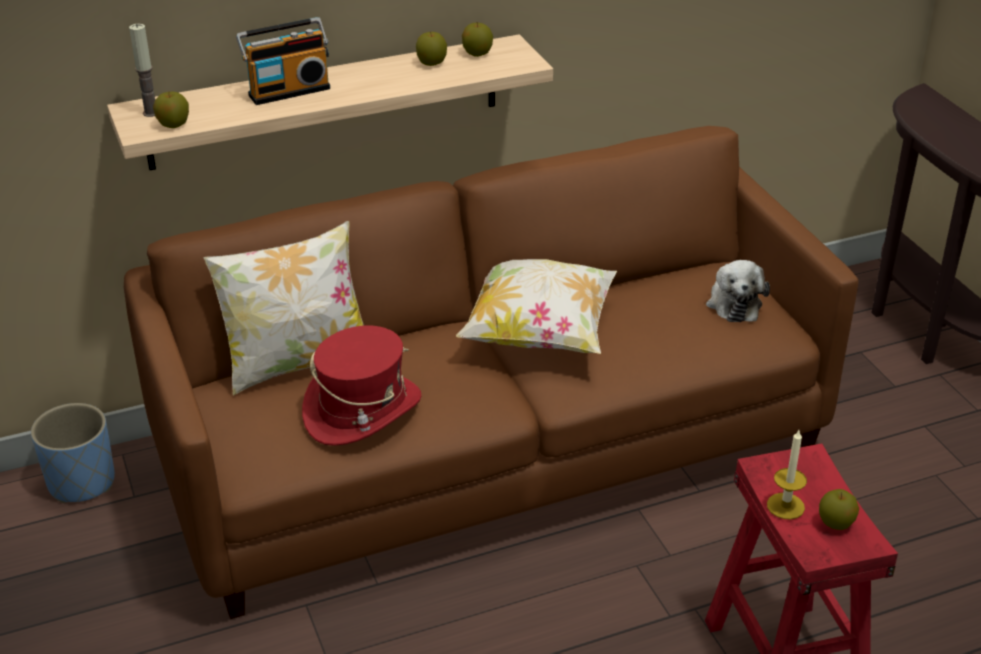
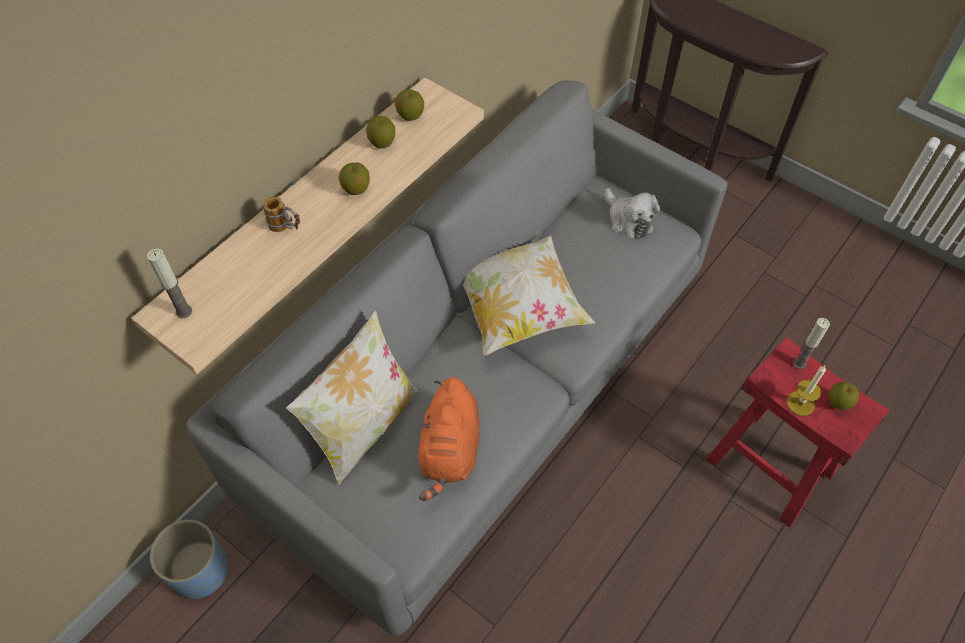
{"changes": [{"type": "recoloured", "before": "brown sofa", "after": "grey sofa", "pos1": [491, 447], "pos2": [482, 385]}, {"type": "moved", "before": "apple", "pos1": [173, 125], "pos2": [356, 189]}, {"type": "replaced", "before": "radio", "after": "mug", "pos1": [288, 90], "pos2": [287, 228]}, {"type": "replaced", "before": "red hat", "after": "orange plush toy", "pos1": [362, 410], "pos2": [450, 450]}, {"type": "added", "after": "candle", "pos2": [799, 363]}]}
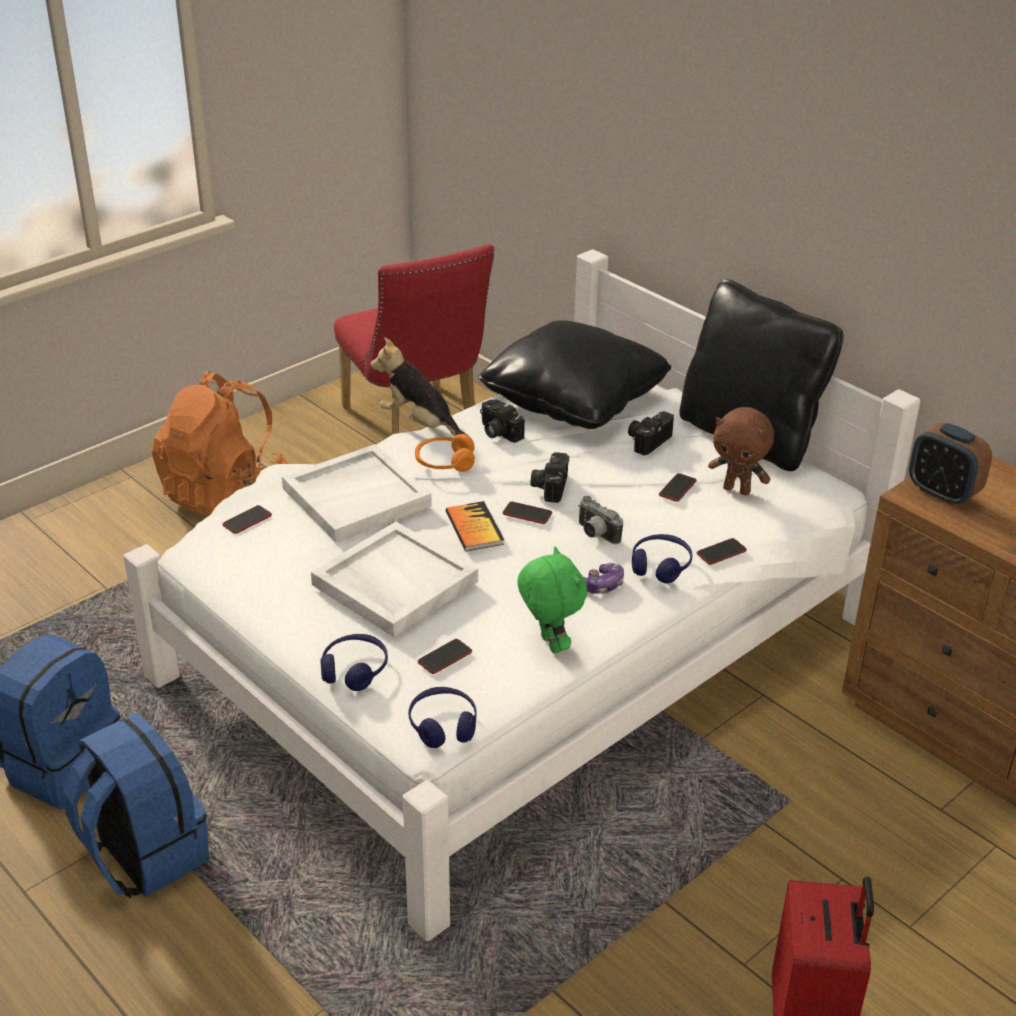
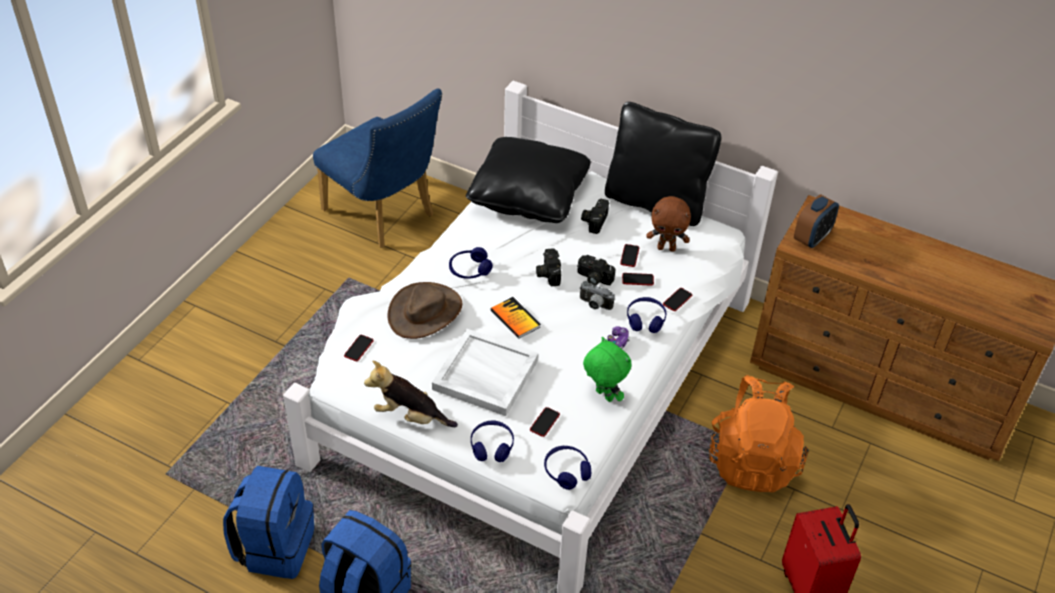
{"changes": [{"type": "moved", "before": "orange backpack", "pos1": [223, 491], "pos2": [752, 461]}, {"type": "replaced", "before": "white tray", "after": "brown hat", "pos1": [357, 496], "pos2": [425, 312]}, {"type": "recoloured", "before": "red chair", "after": "blue chair", "pos1": [416, 427], "pos2": [384, 216]}, {"type": "moved", "before": "plush toy", "pos1": [420, 424], "pos2": [410, 416]}, {"type": "recoloured", "before": "orange headphones", "after": "blue headphones", "pos1": [444, 462], "pos2": [469, 270]}, {"type": "moved", "before": "photo camera", "pos1": [497, 432], "pos2": [593, 278]}, {"type": "moved", "before": "phone", "pos1": [527, 514], "pos2": [637, 279]}, {"type": "turned", "before": "alarm clock", "pos1": [942, 493], "pos2": [812, 238], "turn": -75}]}
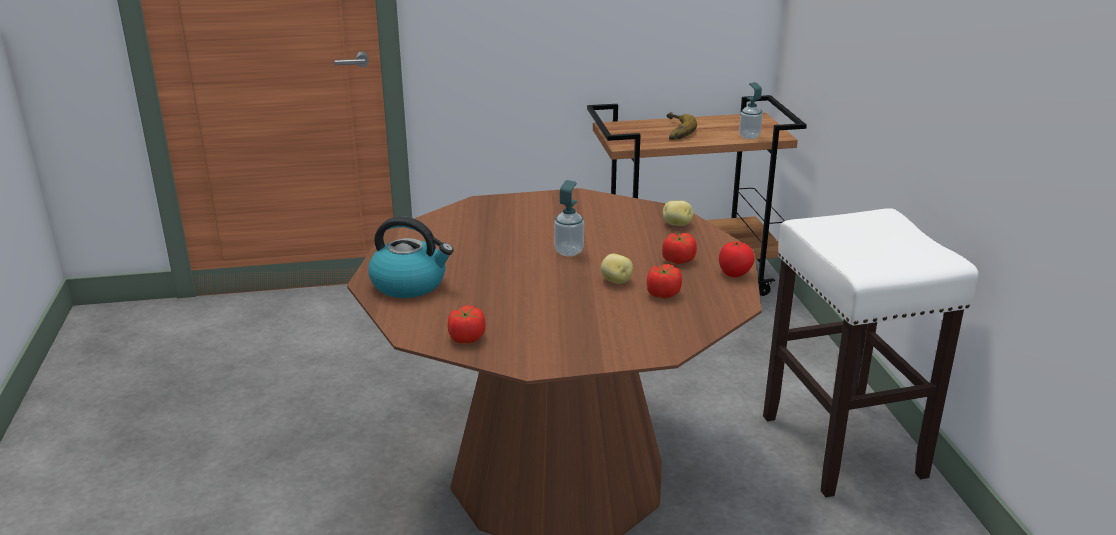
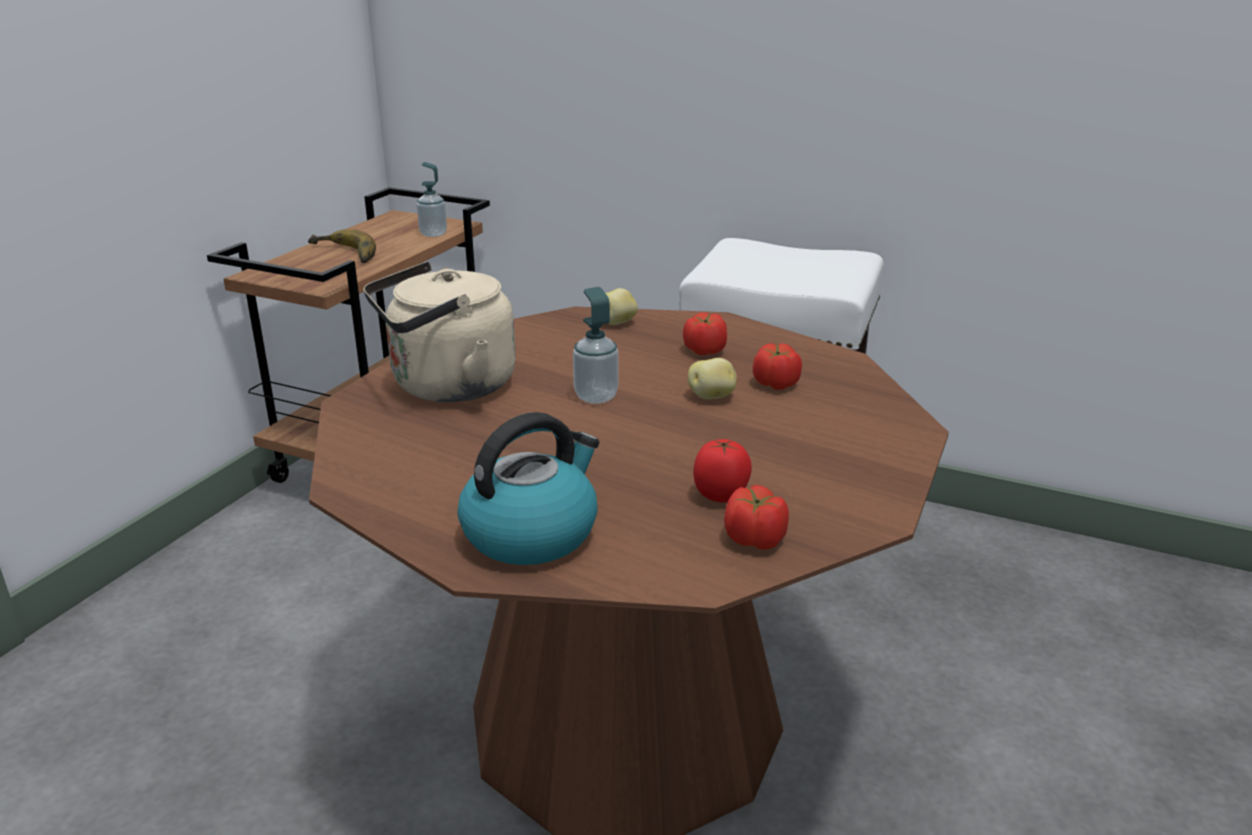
{"changes": [{"type": "moved", "before": "tomato", "pos1": [735, 274], "pos2": [721, 495]}, {"type": "added", "after": "beige kettle", "pos2": [447, 387]}]}
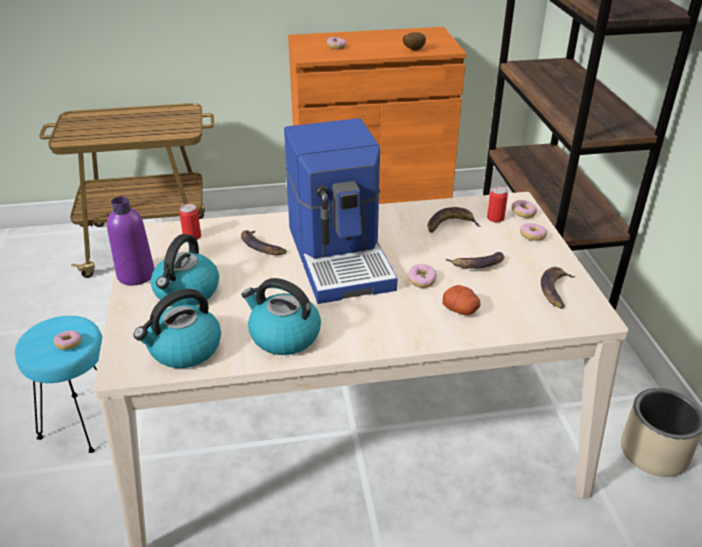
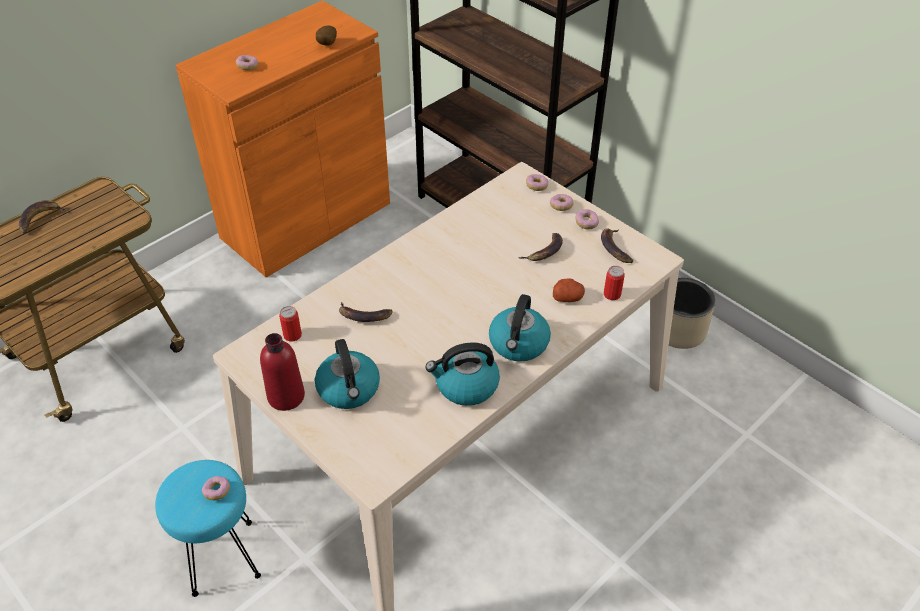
{"changes": [{"type": "recoloured", "before": "purple bottle", "after": "red bottle", "pos1": [136, 275], "pos2": [286, 396]}, {"type": "moved", "before": "kettle", "pos1": [184, 349], "pos2": [519, 344]}, {"type": "removed", "before": "coffee machine", "pos1": [341, 256]}, {"type": "moved", "before": "donut", "pos1": [421, 281], "pos2": [586, 223]}, {"type": "moved", "before": "banana", "pos1": [450, 224], "pos2": [40, 218]}, {"type": "moved", "before": "can", "pos1": [495, 218], "pos2": [612, 294]}]}
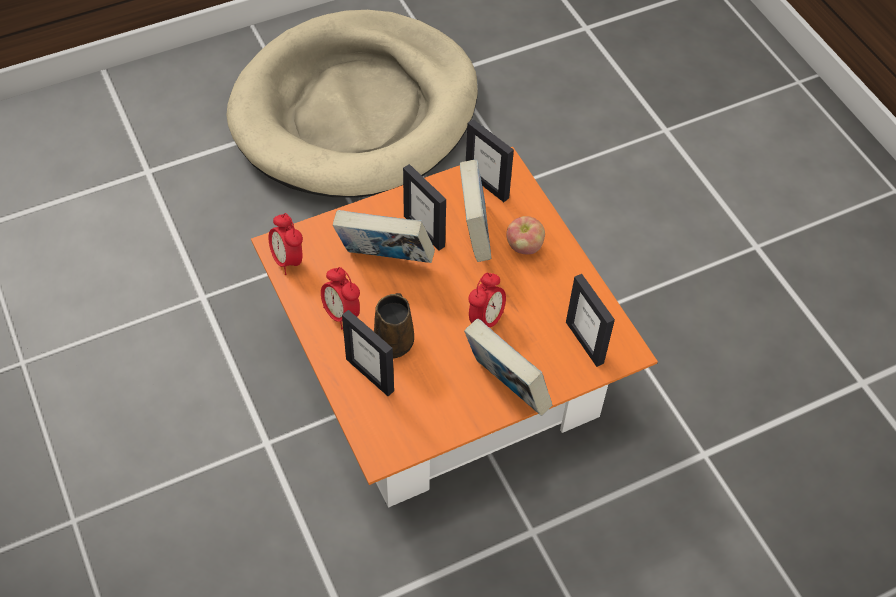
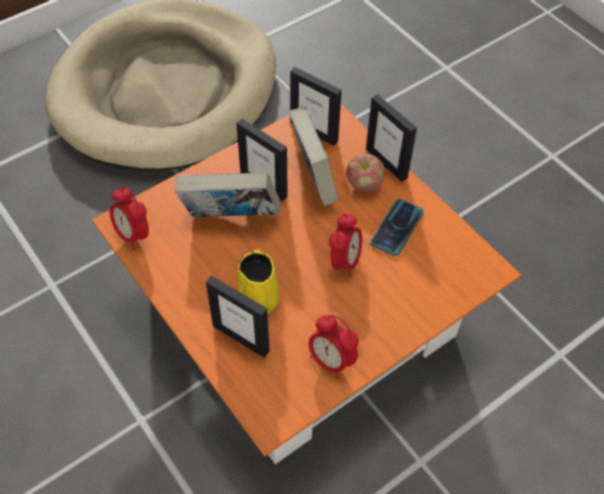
{"changes": [{"type": "moved", "before": "alarm clock", "pos1": [341, 314], "pos2": [331, 360]}, {"type": "recoloured", "before": "brown mug", "after": "yellow mug", "pos1": [394, 341], "pos2": [258, 299]}, {"type": "removed", "before": "book", "pos1": [505, 387]}, {"type": "moved", "before": "picture frame", "pos1": [585, 342], "pos2": [386, 163]}, {"type": "added", "after": "phone", "pos2": [397, 228]}]}
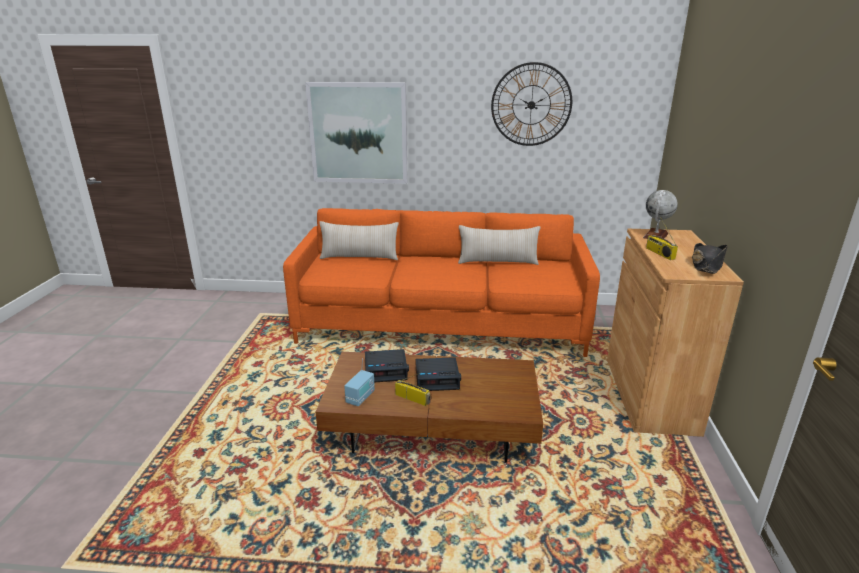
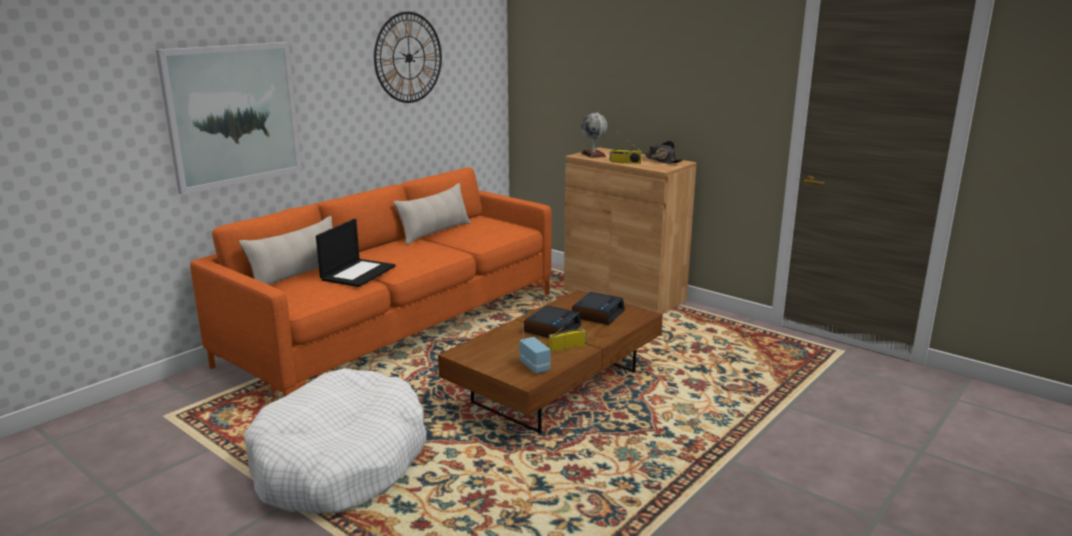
{"changes": [{"type": "moved", "before": "alarm clock", "pos1": [386, 370], "pos2": [598, 314]}, {"type": "added", "after": "white dog bed", "pos2": [340, 462]}, {"type": "added", "after": "laptop", "pos2": [358, 273]}]}
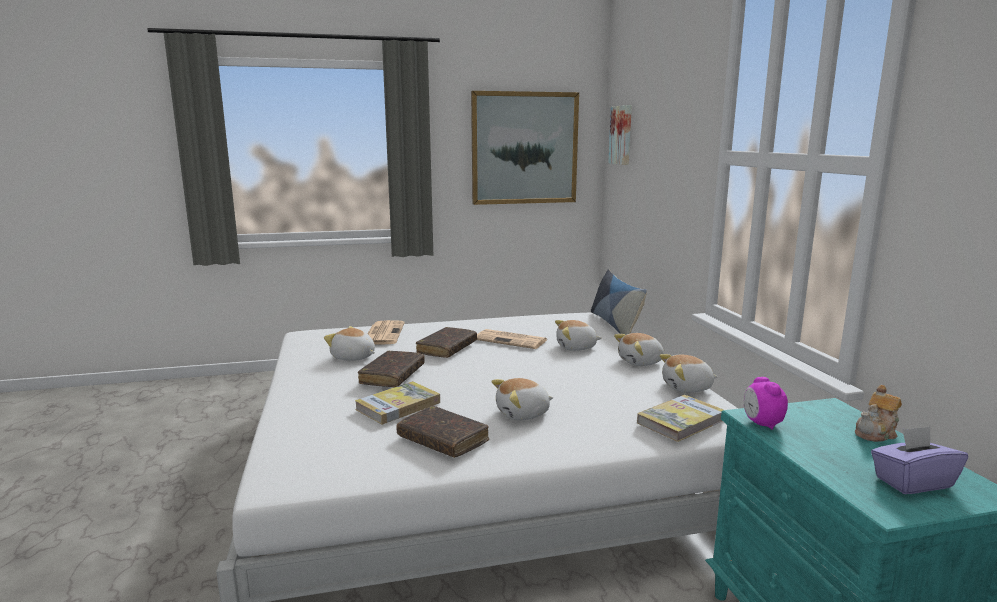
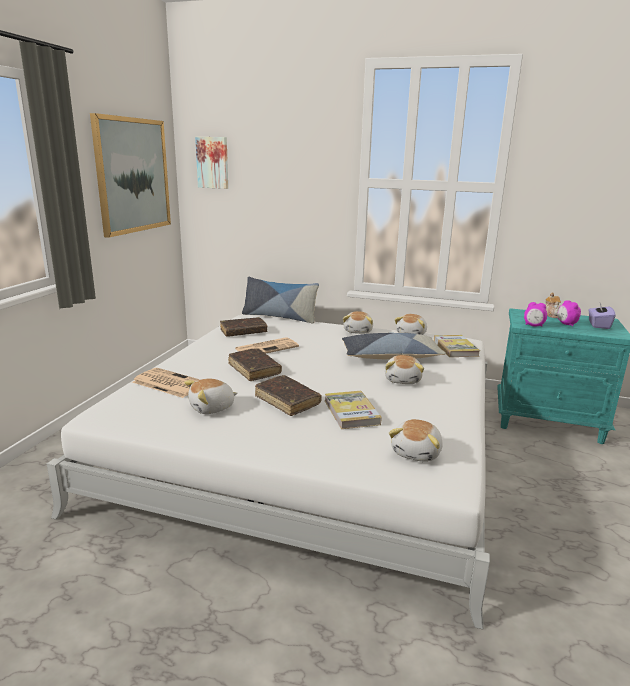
{"changes": [{"type": "moved", "before": "brown book", "pos1": [443, 440], "pos2": [243, 332]}, {"type": "moved", "before": "plush toy", "pos1": [576, 347], "pos2": [417, 452]}, {"type": "added", "after": "pillow", "pos2": [390, 356]}, {"type": "added", "after": "alarm clock", "pos2": [566, 324]}]}
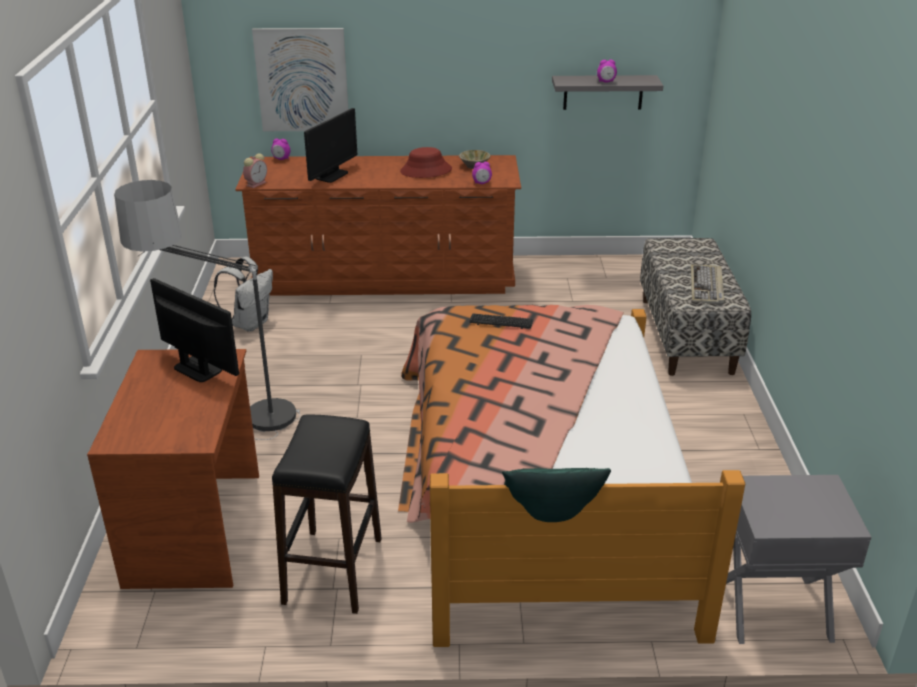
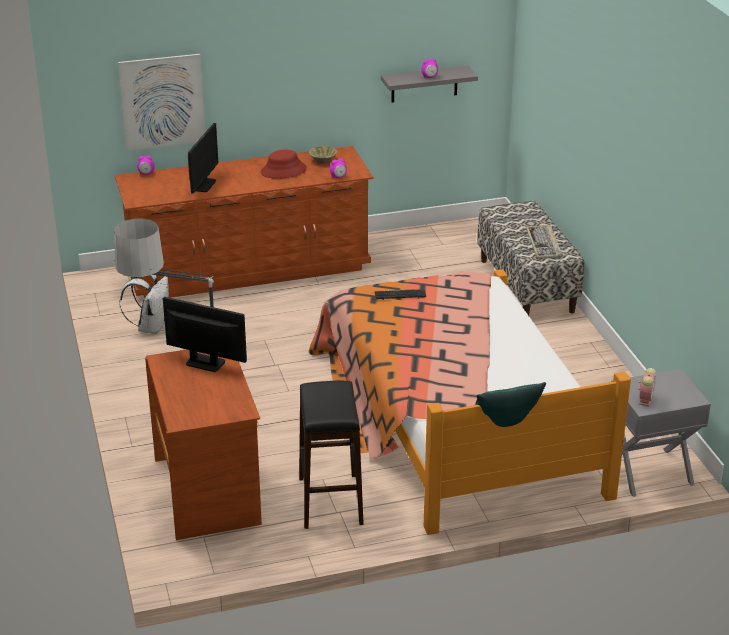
{"changes": [{"type": "moved", "before": "alarm clock", "pos1": [256, 183], "pos2": [645, 399]}]}
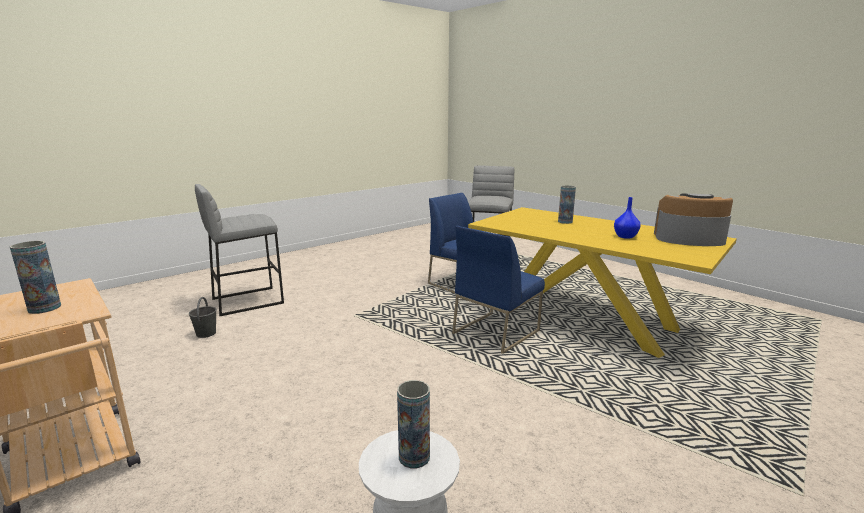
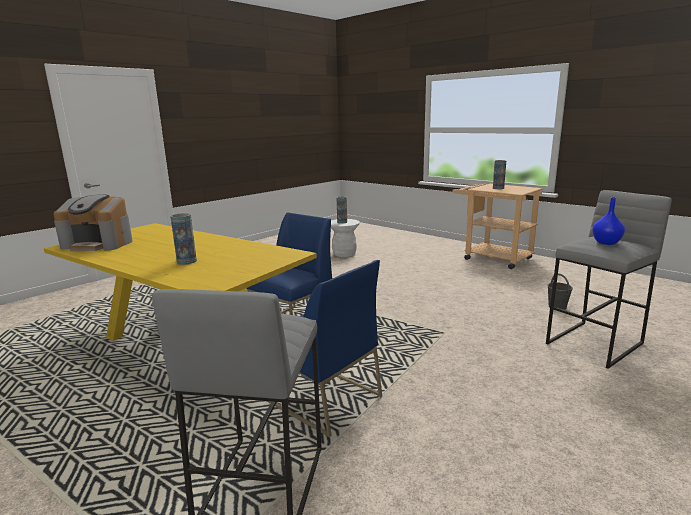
{"changes": [{"type": "moved", "before": "blue vase", "pos1": [625, 237], "pos2": [606, 242]}]}
